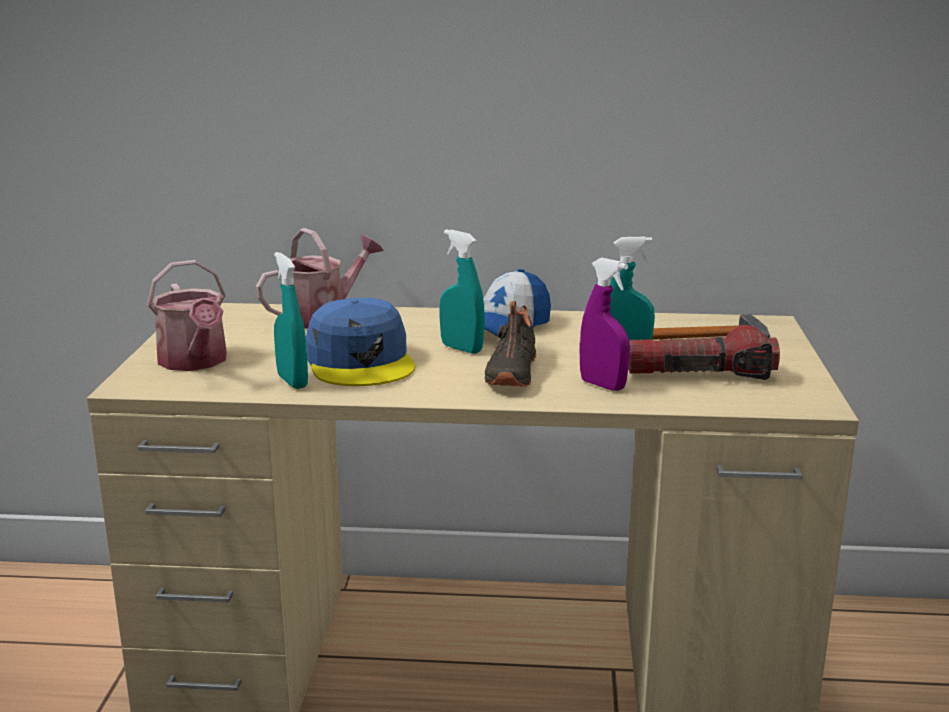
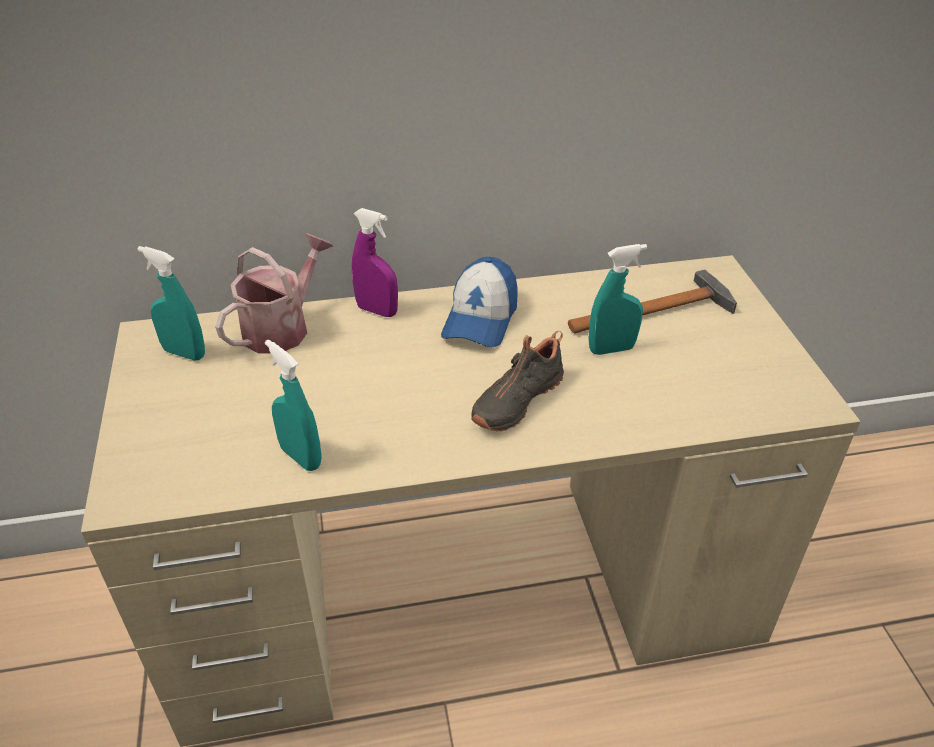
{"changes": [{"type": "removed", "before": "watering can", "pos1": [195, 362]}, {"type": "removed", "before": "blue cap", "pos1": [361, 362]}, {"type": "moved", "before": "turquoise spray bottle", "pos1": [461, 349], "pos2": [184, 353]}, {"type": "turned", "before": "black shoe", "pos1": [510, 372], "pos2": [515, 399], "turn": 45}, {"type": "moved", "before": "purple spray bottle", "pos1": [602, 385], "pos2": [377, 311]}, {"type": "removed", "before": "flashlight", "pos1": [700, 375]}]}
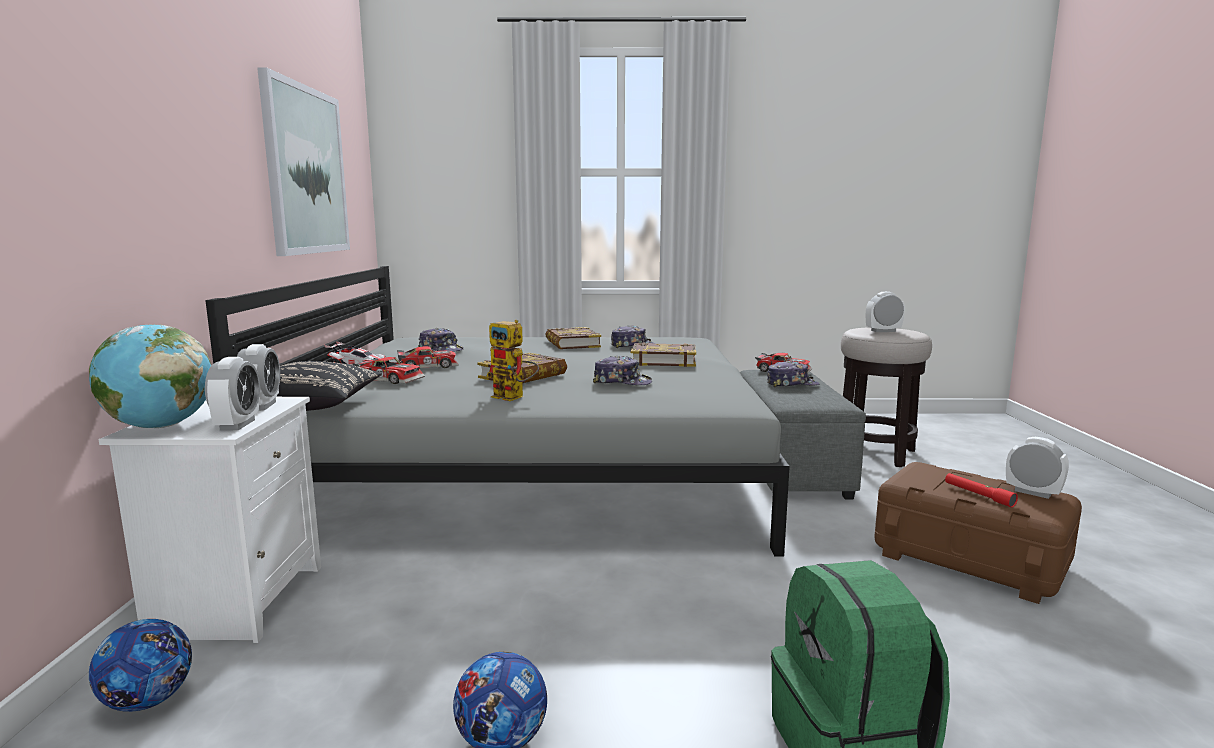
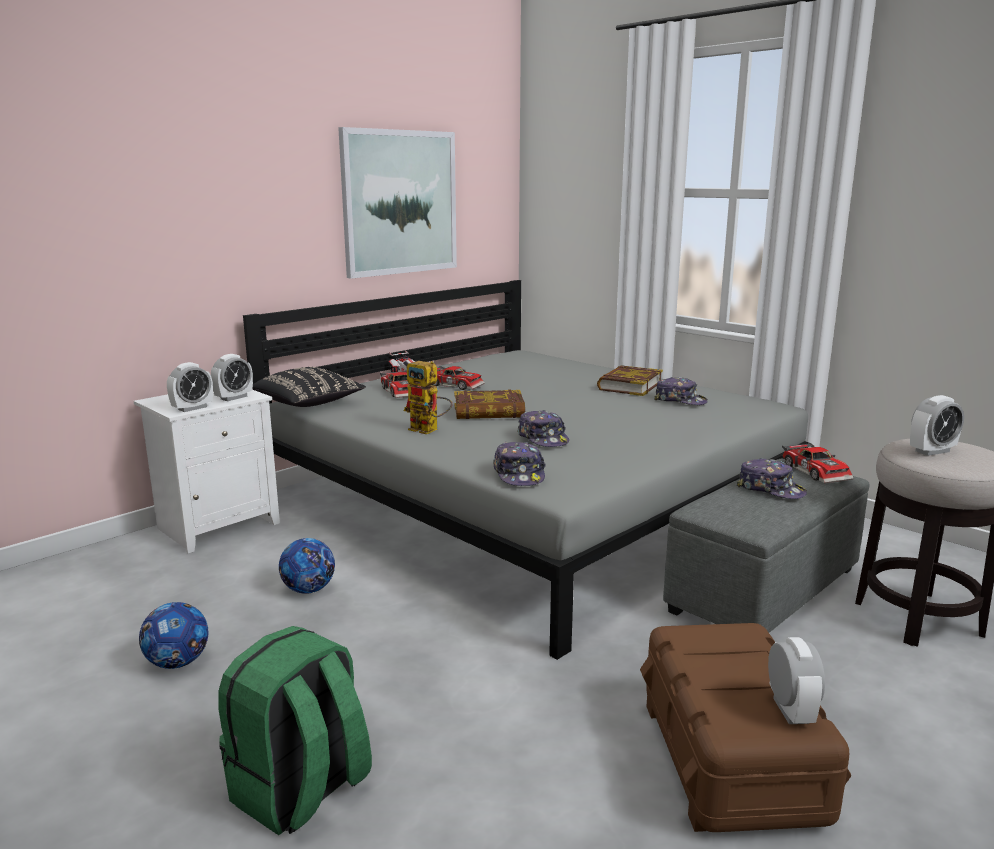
{"changes": [{"type": "removed", "before": "globe", "pos1": [160, 426]}, {"type": "moved", "before": "football", "pos1": [148, 701], "pos2": [309, 590]}, {"type": "moved", "before": "cap", "pos1": [441, 349], "pos2": [519, 474]}, {"type": "turned", "before": "toy robot", "pos1": [514, 397], "pos2": [429, 430], "turn": -45}, {"type": "removed", "before": "book", "pos1": [663, 360]}, {"type": "turned", "before": "alarm clock", "pos1": [883, 331], "pos2": [932, 451], "turn": 120}, {"type": "removed", "before": "red flashlight", "pos1": [978, 495]}]}
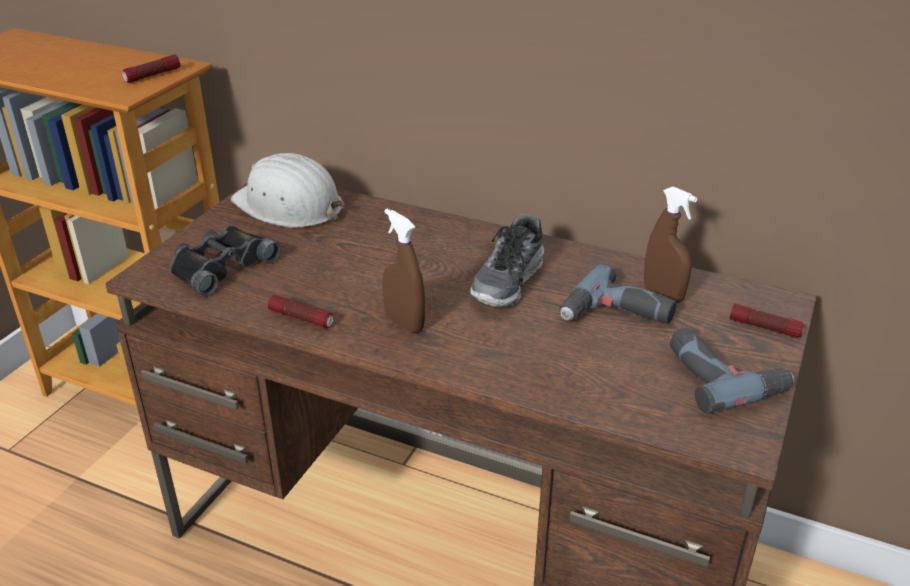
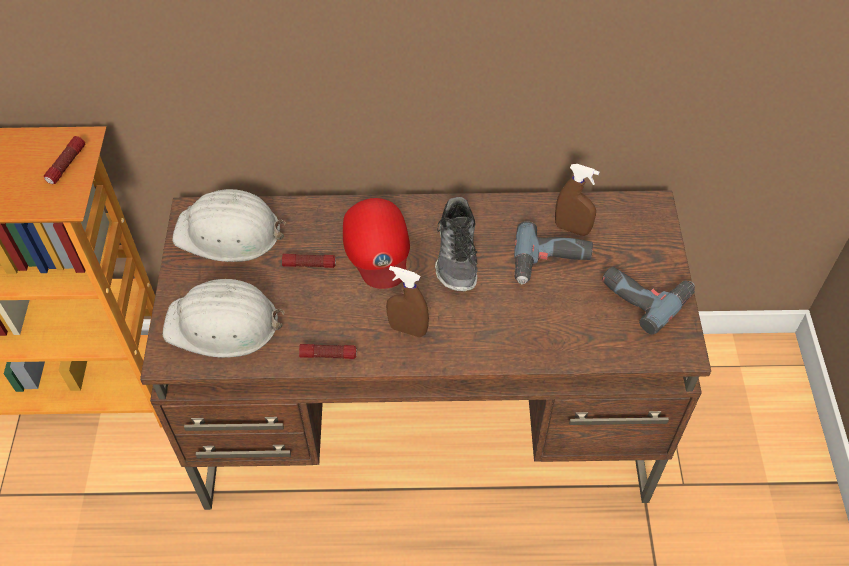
{"changes": [{"type": "replaced", "before": "black binoculars", "after": "white hard hat", "pos1": [220, 266], "pos2": [223, 324]}, {"type": "moved", "before": "flashlight", "pos1": [765, 328], "pos2": [309, 264]}, {"type": "added", "after": "red cap", "pos2": [377, 247]}]}
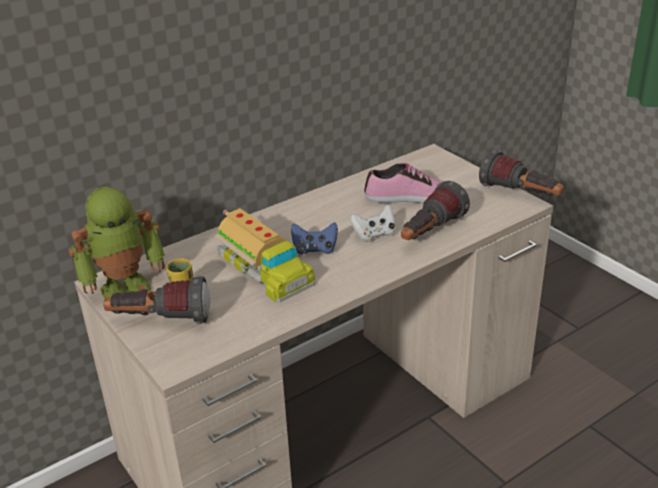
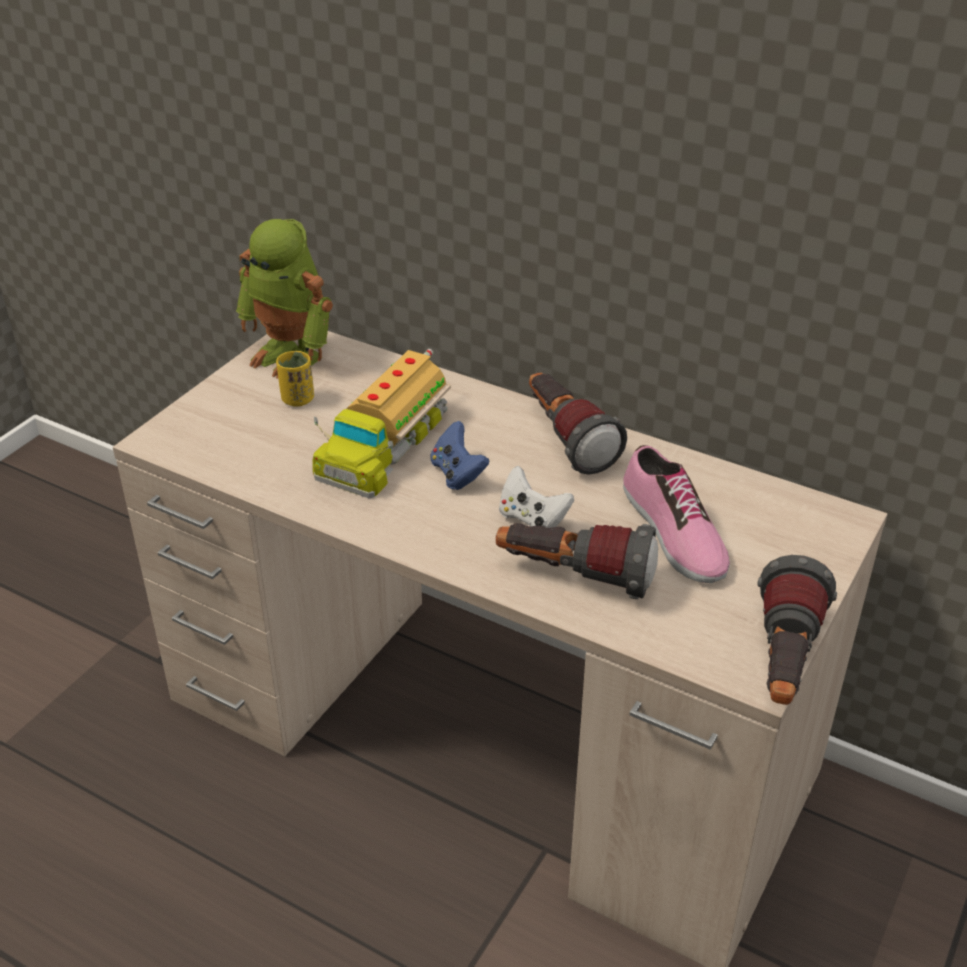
{"changes": [{"type": "moved", "before": "flashlight", "pos1": [160, 320], "pos2": [566, 439]}]}
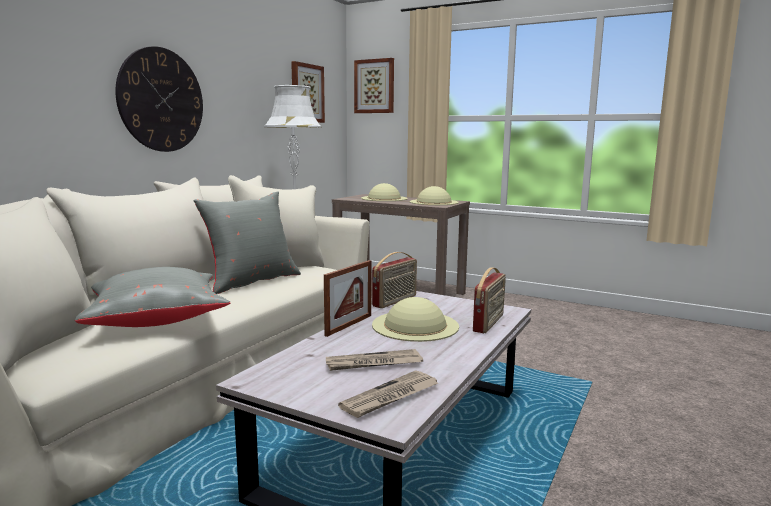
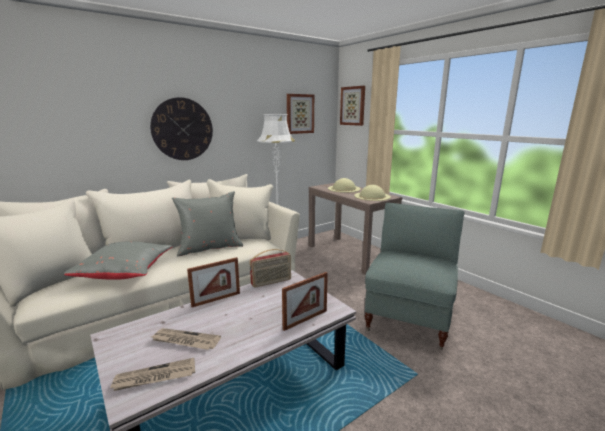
{"changes": [{"type": "removed", "before": "beige hat", "pos1": [415, 325]}, {"type": "replaced", "before": "radio", "after": "picture frame", "pos1": [489, 323], "pos2": [305, 320]}, {"type": "added", "after": "grey armchair", "pos2": [409, 318]}]}
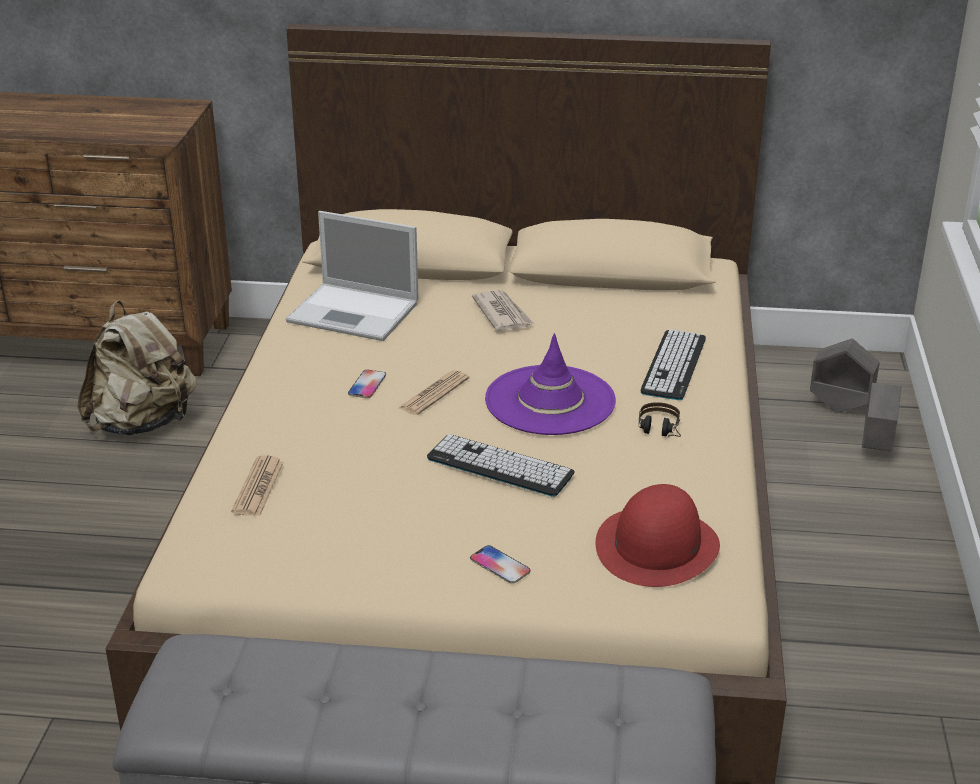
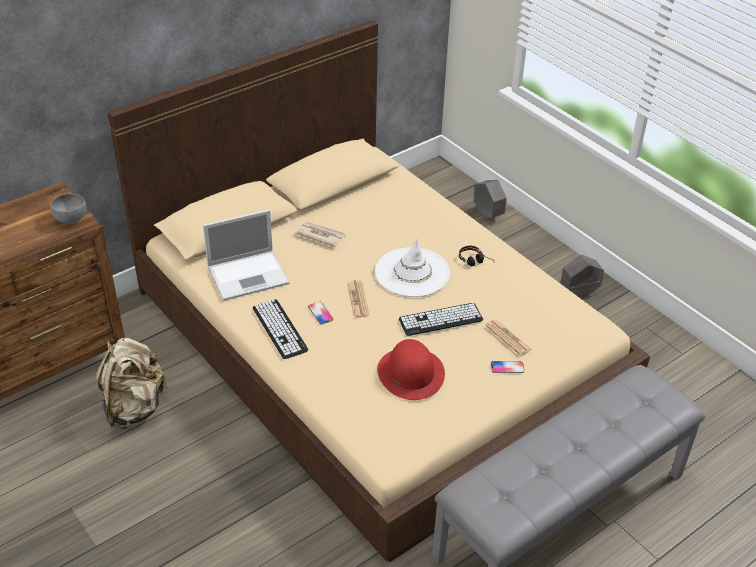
{"changes": [{"type": "moved", "before": "newspaper", "pos1": [258, 487], "pos2": [508, 338]}, {"type": "recoloured", "before": "purple hat", "after": "white hat", "pos1": [550, 401], "pos2": [412, 272]}, {"type": "moved", "before": "red hat", "pos1": [657, 546], "pos2": [410, 373]}, {"type": "moved", "before": "keyboard", "pos1": [673, 365], "pos2": [279, 329]}, {"type": "moved", "before": "grey planter", "pos1": [839, 407], "pos2": [578, 293]}, {"type": "added", "after": "grey bowl", "pos2": [70, 218]}]}
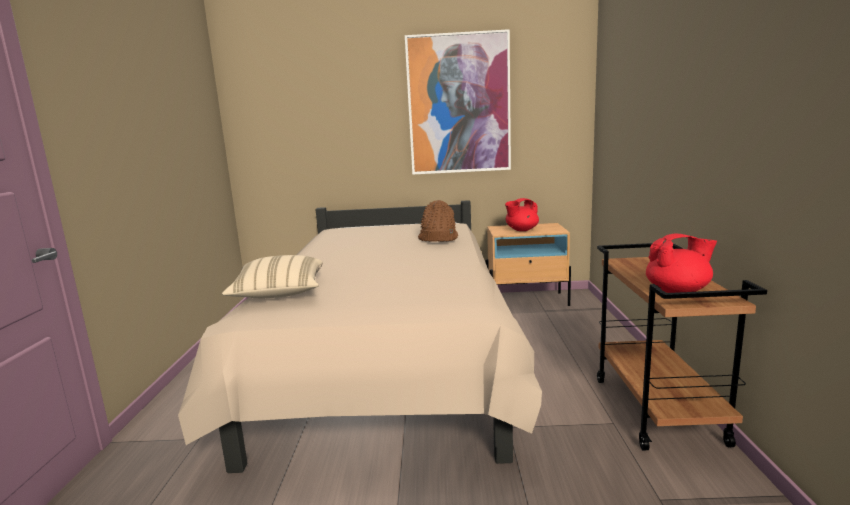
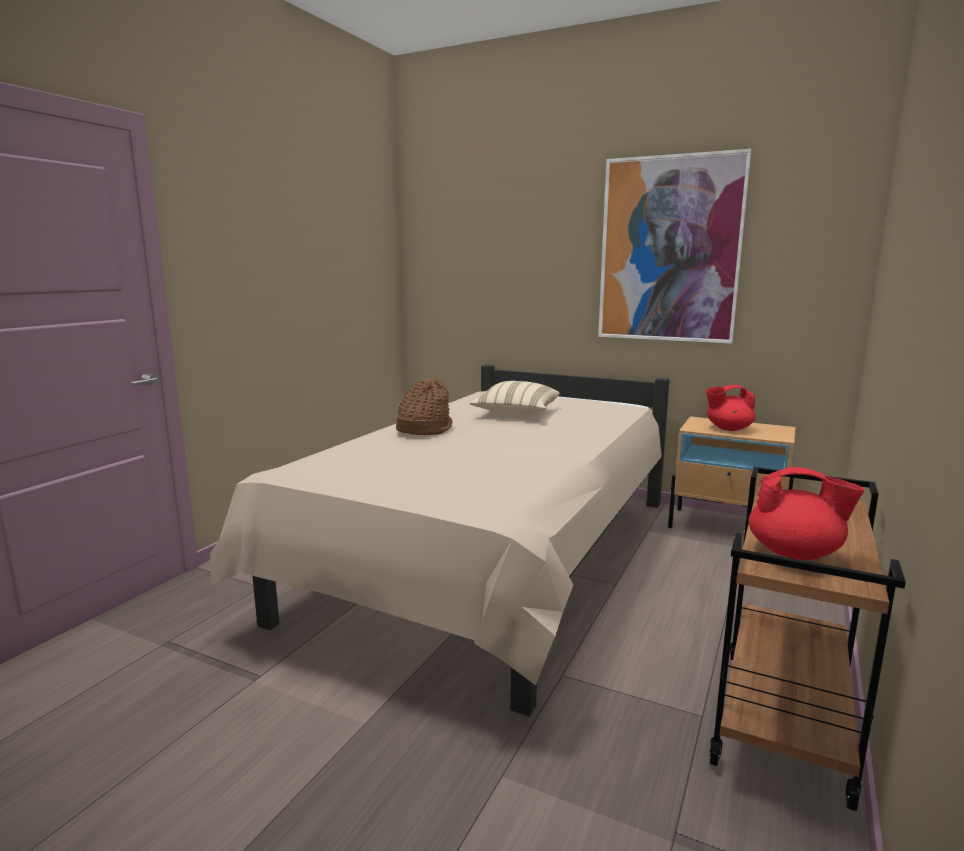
{"changes": [{"type": "moved", "before": "beige pillow", "pos1": [279, 294], "pos2": [516, 413]}, {"type": "moved", "before": "brown hat", "pos1": [437, 238], "pos2": [424, 429]}]}
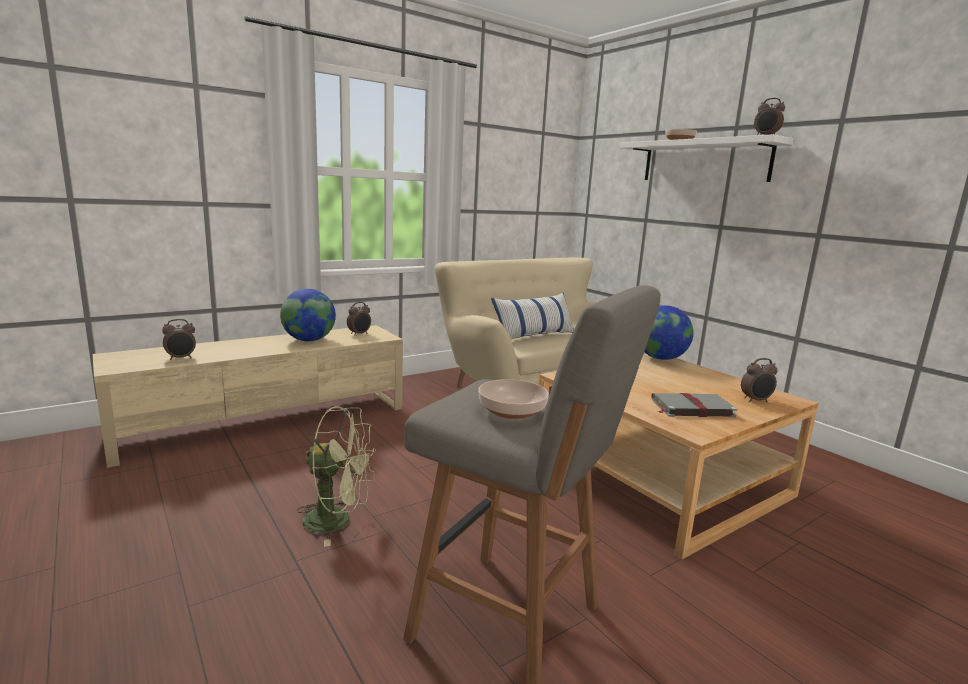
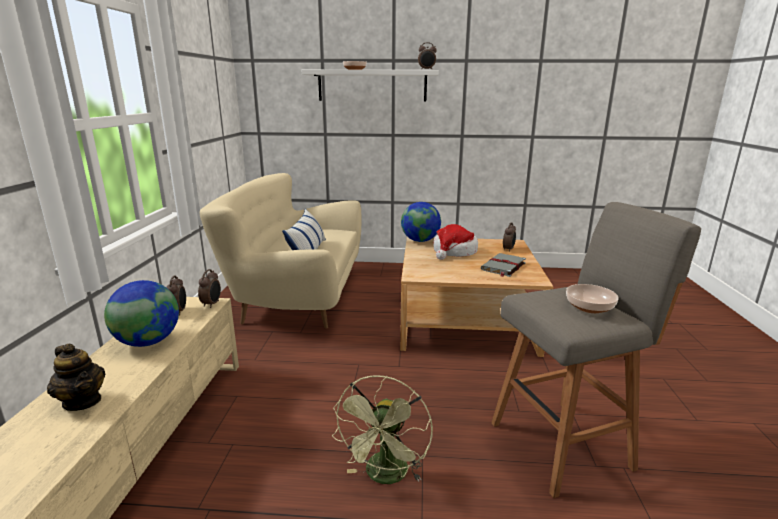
{"changes": [{"type": "moved", "before": "alarm clock", "pos1": [181, 358], "pos2": [212, 304]}, {"type": "turned", "before": "green fan", "pos1": [338, 521], "pos2": [385, 477], "turn": 150}, {"type": "added", "after": "teapot", "pos2": [83, 401]}, {"type": "added", "after": "hat", "pos2": [454, 252]}]}
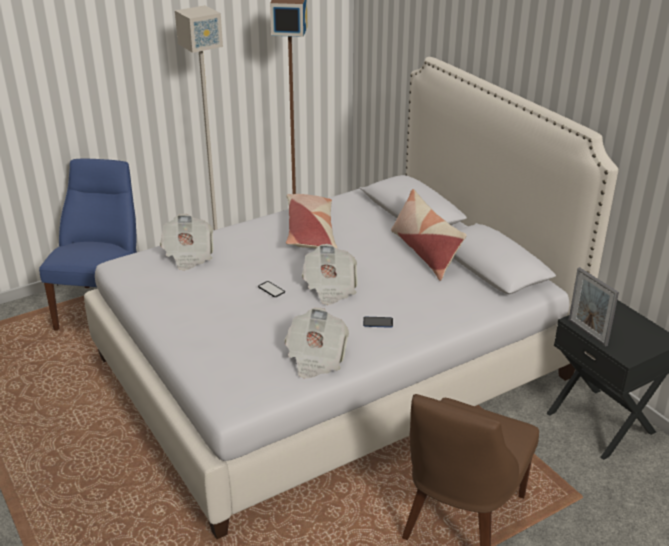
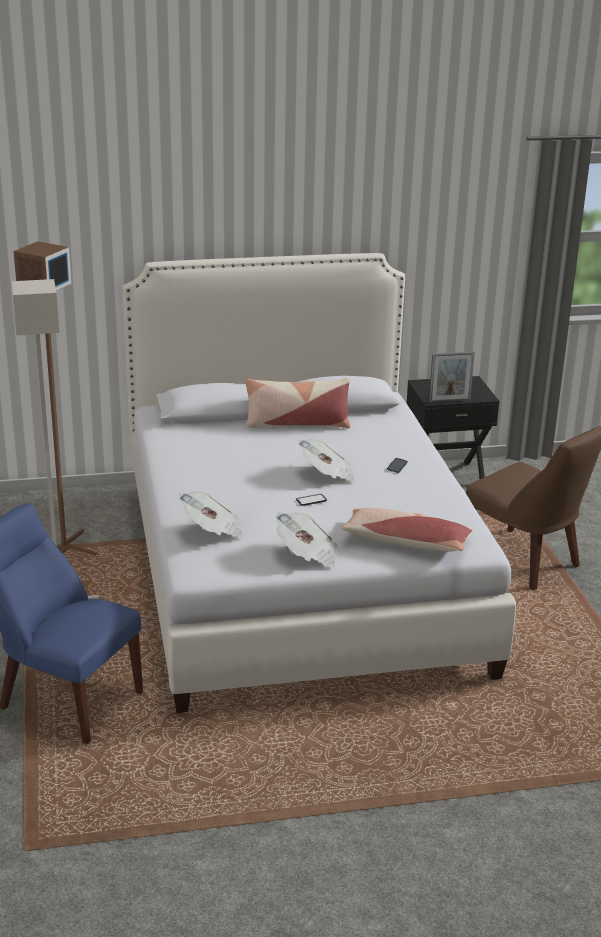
{"changes": [{"type": "moved", "before": "newspaper", "pos1": [316, 358], "pos2": [307, 554]}, {"type": "moved", "before": "pillow", "pos1": [310, 231], "pos2": [405, 542]}]}
